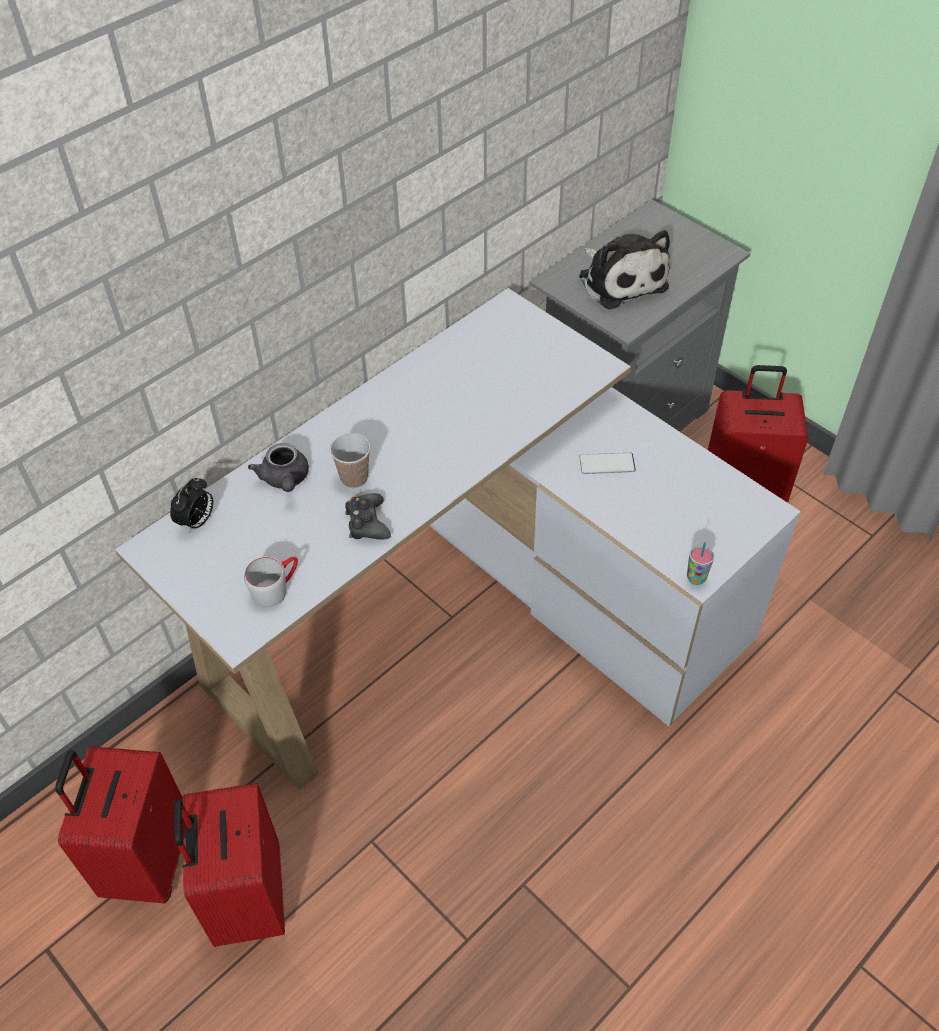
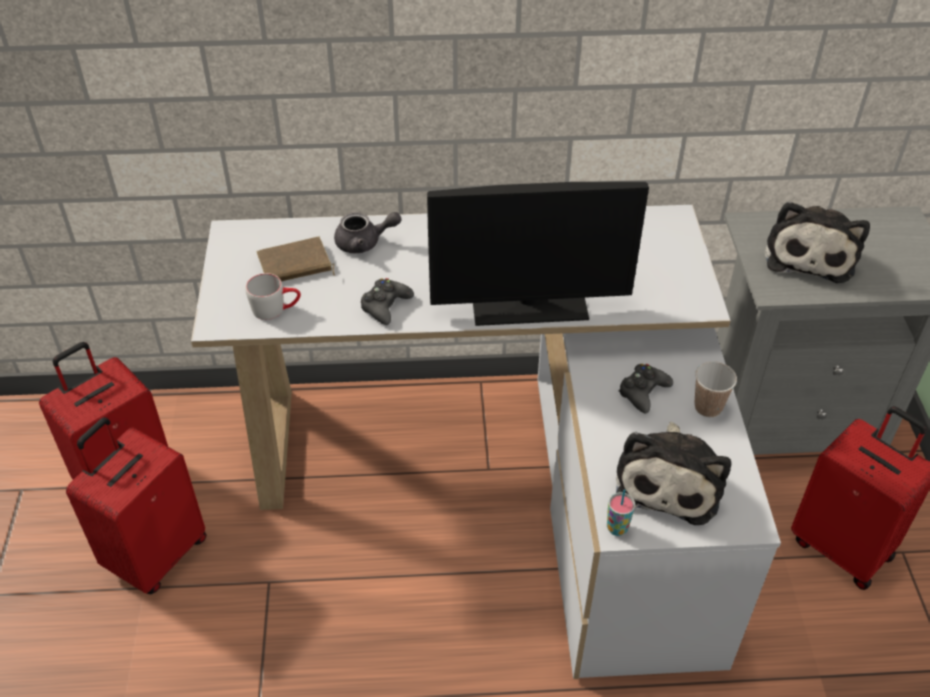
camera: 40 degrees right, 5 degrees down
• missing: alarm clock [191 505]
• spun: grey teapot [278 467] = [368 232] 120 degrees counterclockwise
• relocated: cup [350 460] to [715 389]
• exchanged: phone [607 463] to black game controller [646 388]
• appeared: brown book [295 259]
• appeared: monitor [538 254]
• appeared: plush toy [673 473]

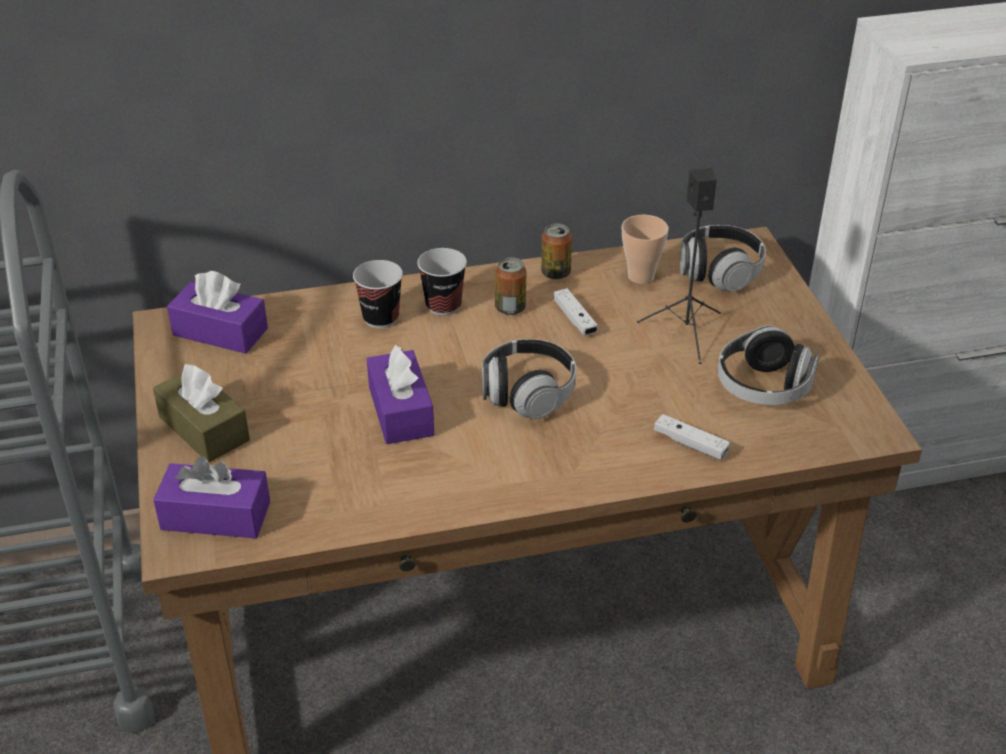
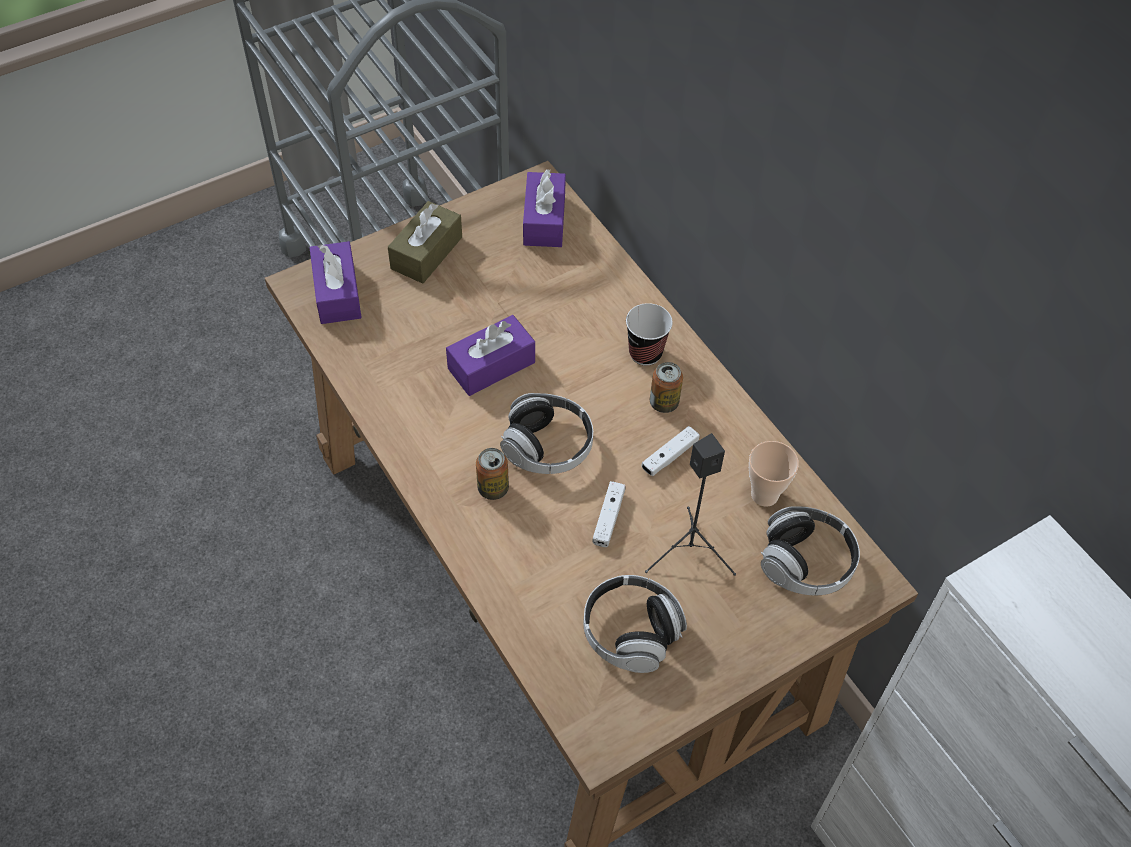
camera: 70 degrees right, 15 degrees up
• missing: cup [378 294]
• relocated: can [556 251] to [492 474]
• relocated: white game controller [692 437] to [609 514]

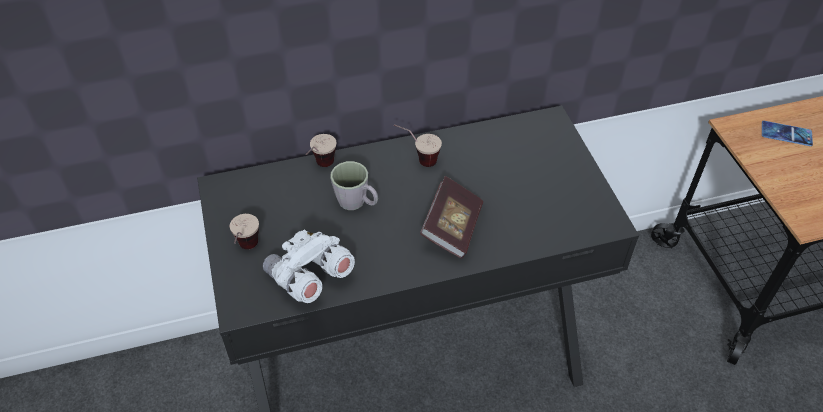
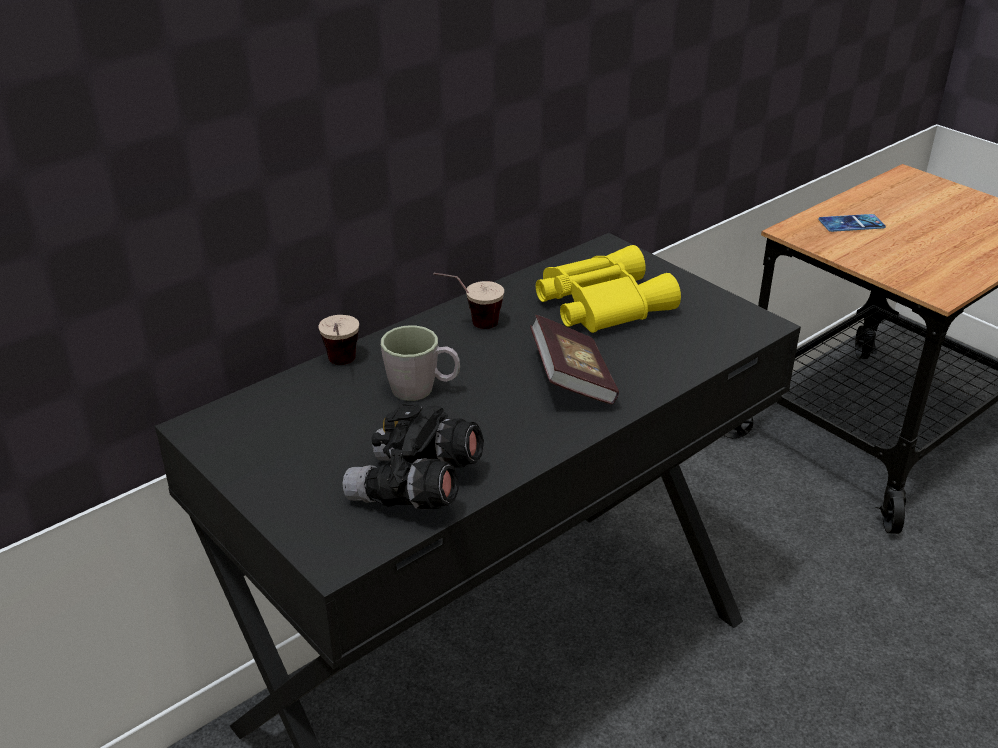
camera: 25 degrees left, 15 degrees down
• missing: cup [244 231]
• colour: white binoculars [309 266] to black binoculars [413 455]
• appeared: yellow binoculars [608 289]

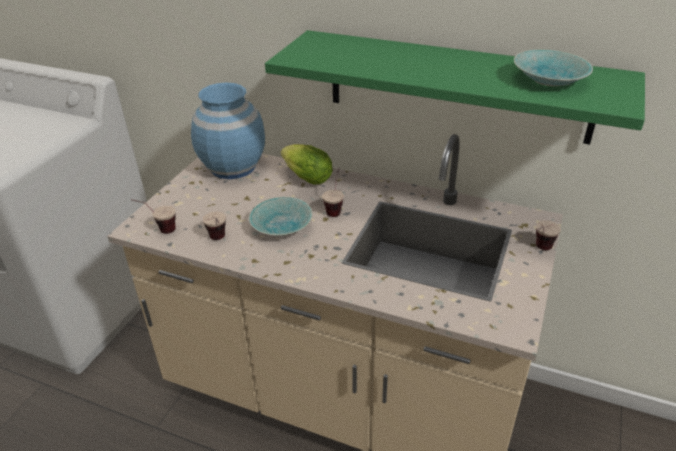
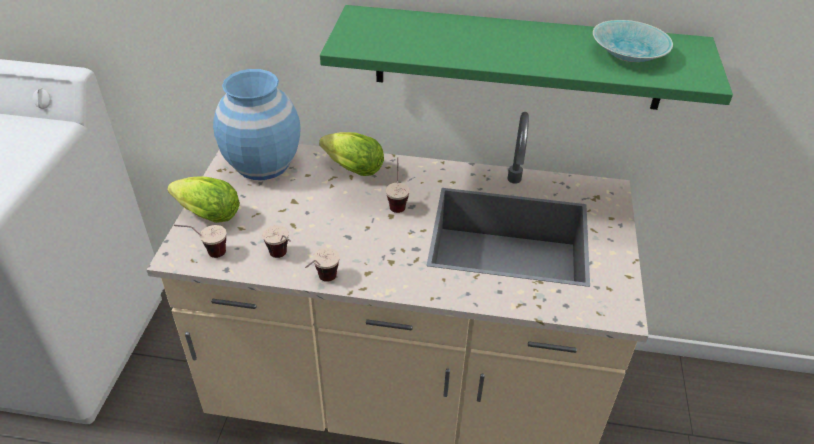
camera: 15 degrees left, 5 degrees up
• missing: turquoise bowl [281 216]
• relocated: cup [548 235] to [322 265]
• appeared: lettuce [203 200]

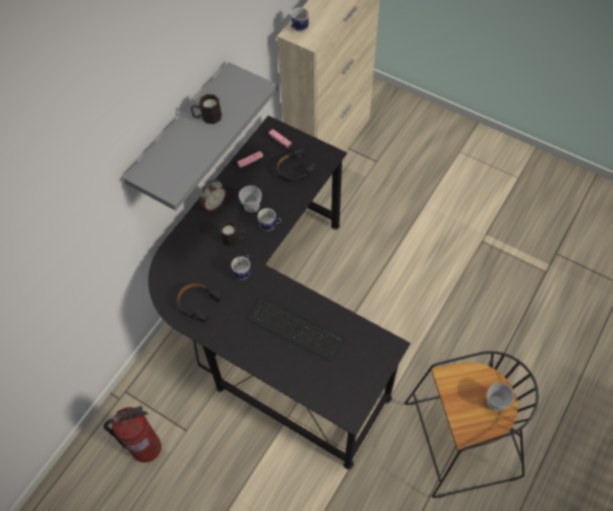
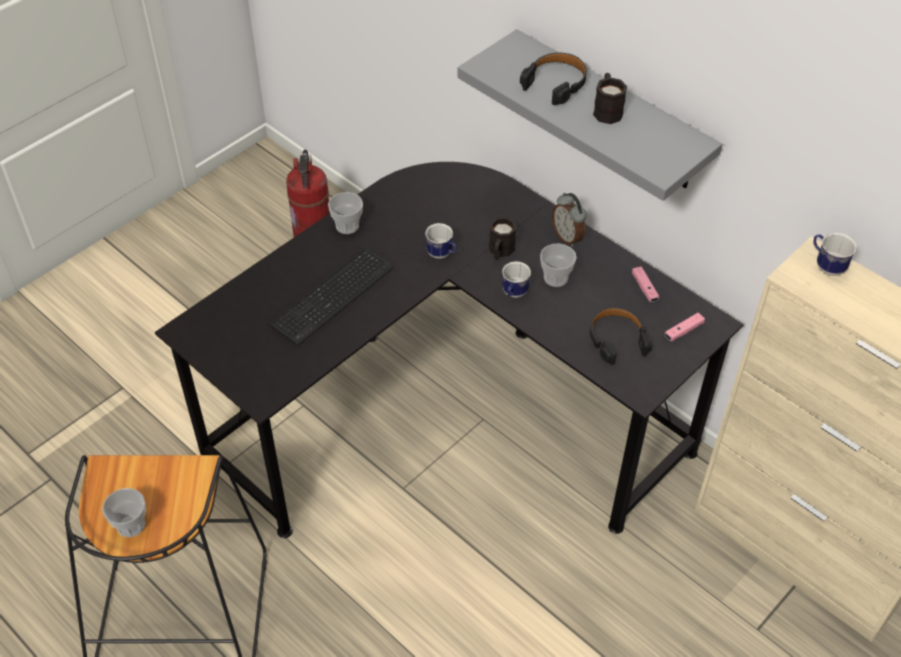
camera: 100 degrees right, 10 degrees down
• relocated: black headphones [199 302] to [553 79]
• appeared: cup [345 213]

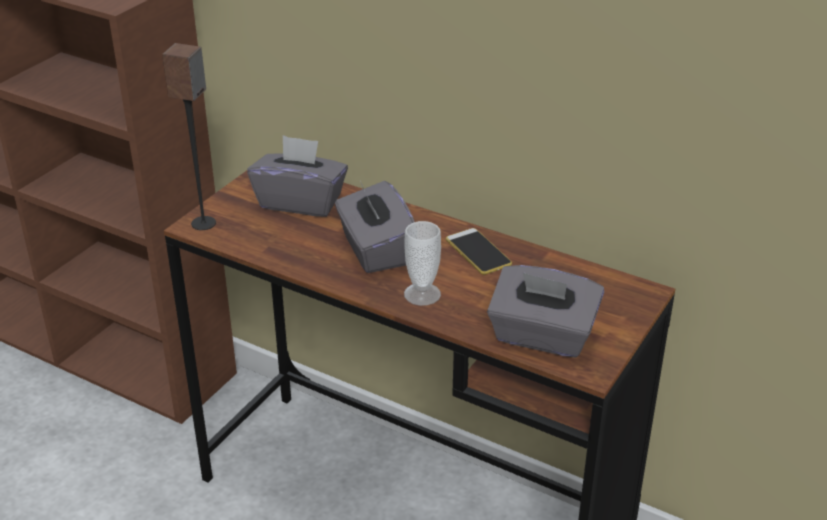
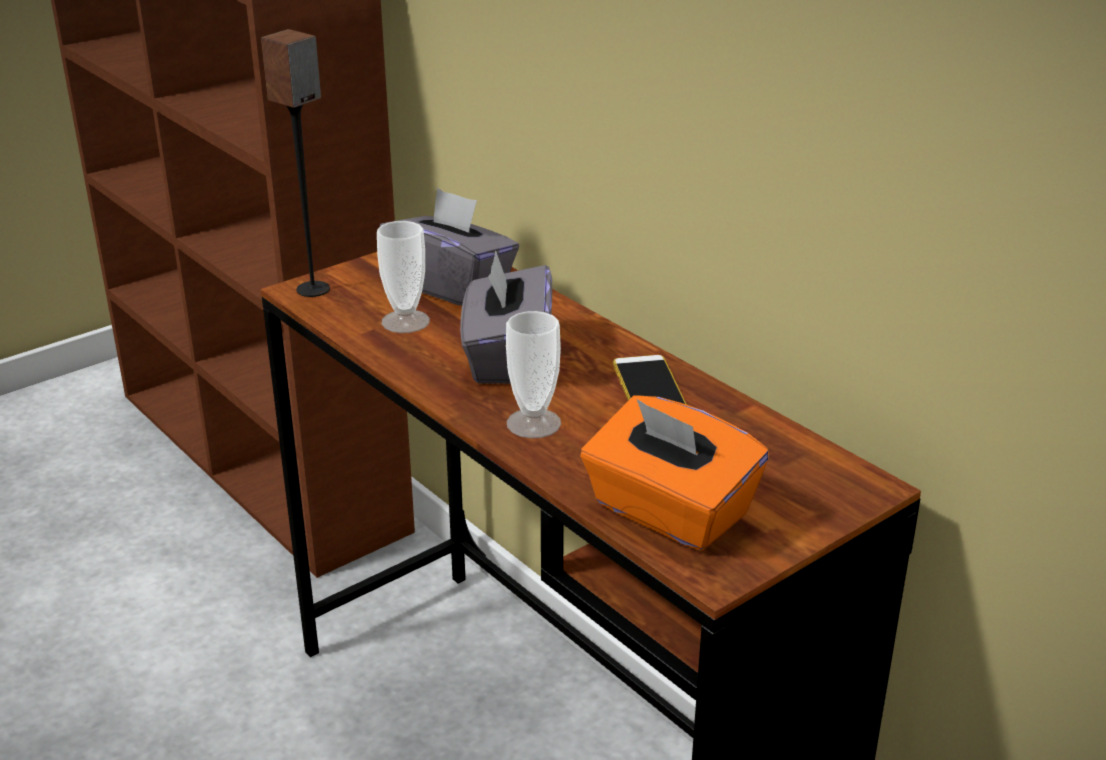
camera: 20 degrees right, 5 degrees down
• colour: grey tissue box [545 311] to orange tissue box [674 473]
• appeared: cup [403 277]

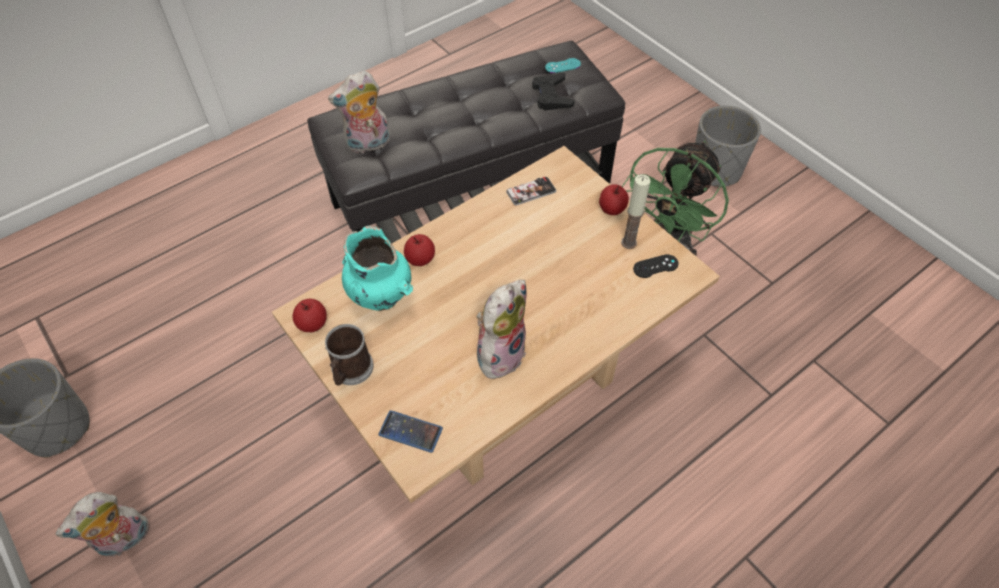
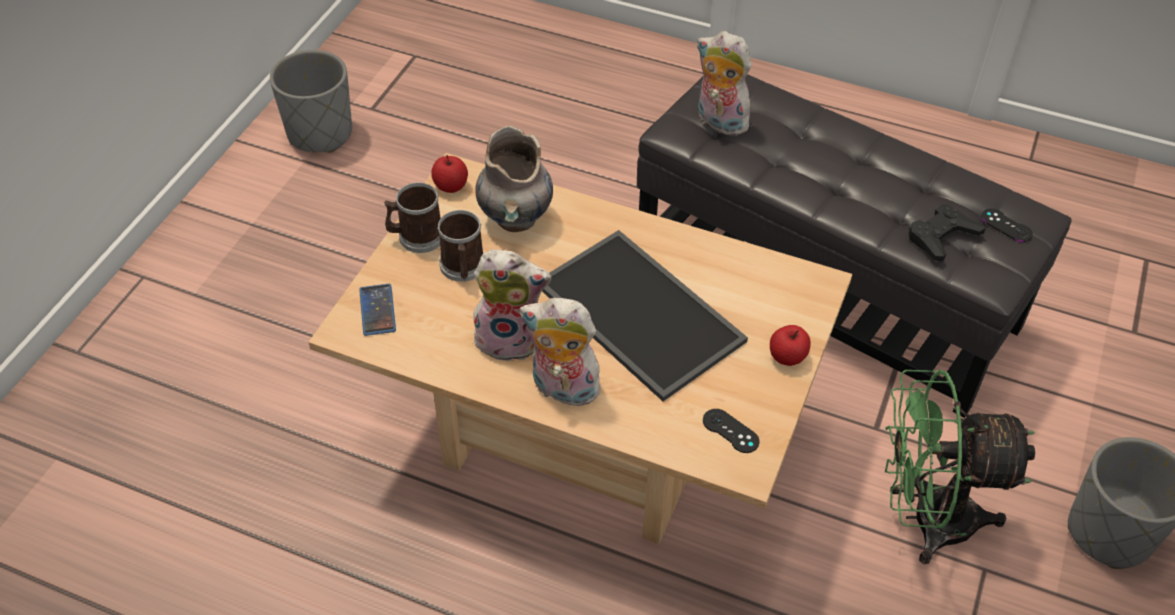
camera: 60 degrees right, 5 degrees down
• relocated: plush toy [102 524] to [564 352]
• colour: turquoise vase [377 268] to grey vase [514 179]
• missing: apple [419 250]
• missing: phone [531 191]
• colour: turquoise game controller [563 65] to black game controller [1007 225]
• missing: candle [635 211]
• appeared: mug [460 246]
• appeared: tray [645 315]

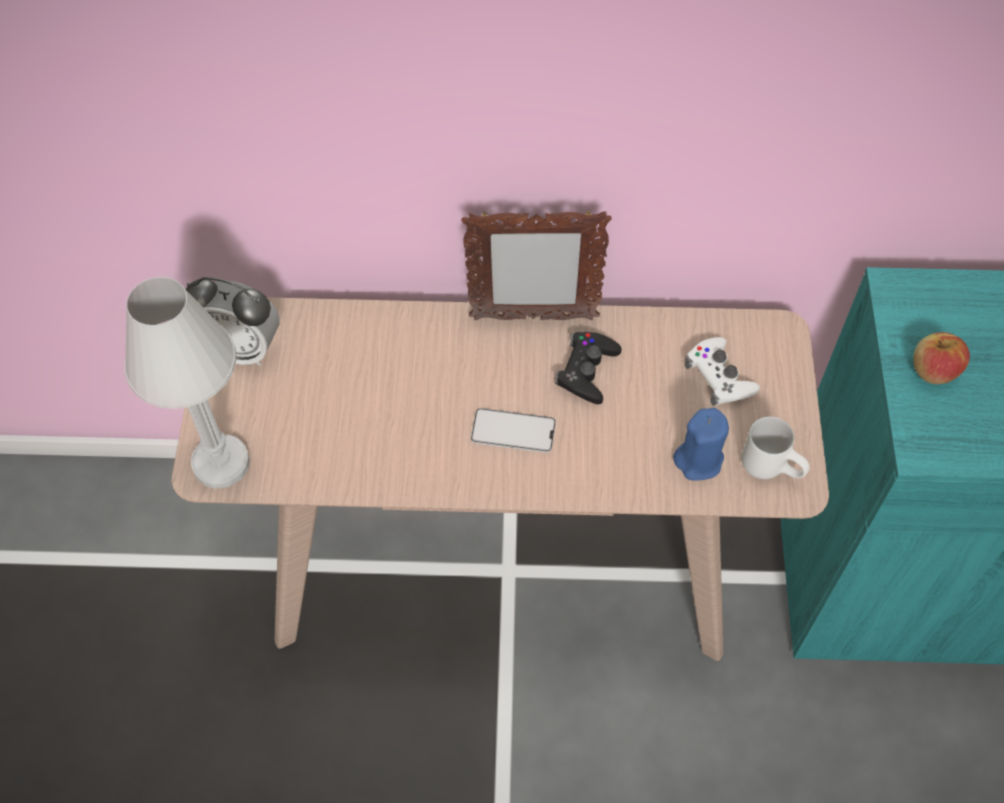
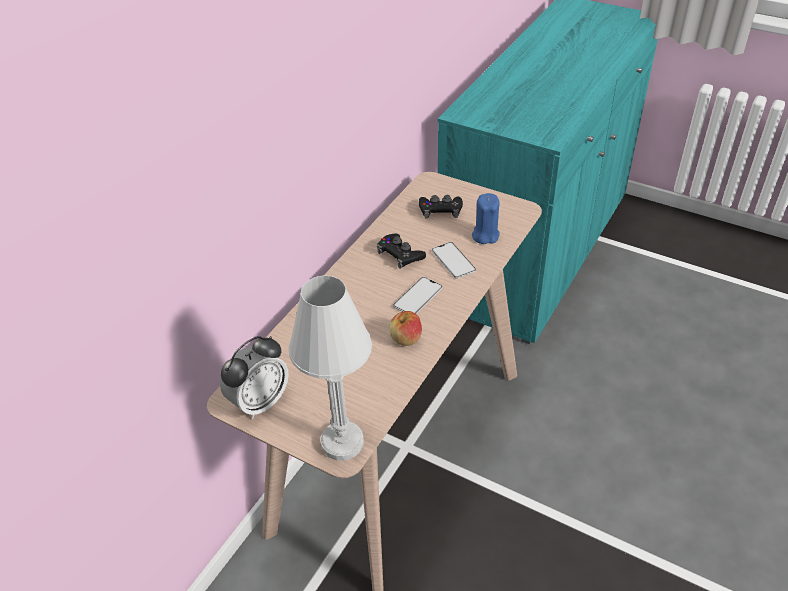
camera: 60 degrees left, 15 degrees down
• missing: picture frame [537 264]
• colour: white game controller [722 371] to black game controller [441 206]
• missing: white mug [775 448]
• relocated: apple [941 358] to [405 328]
• appeared: phone [454 260]

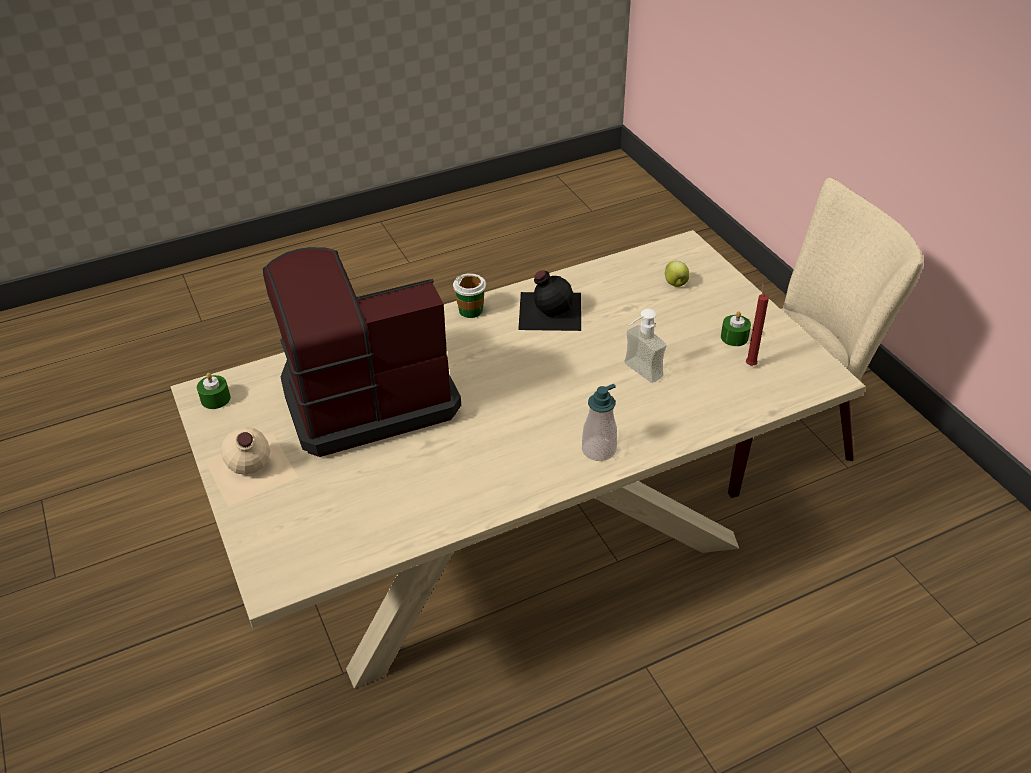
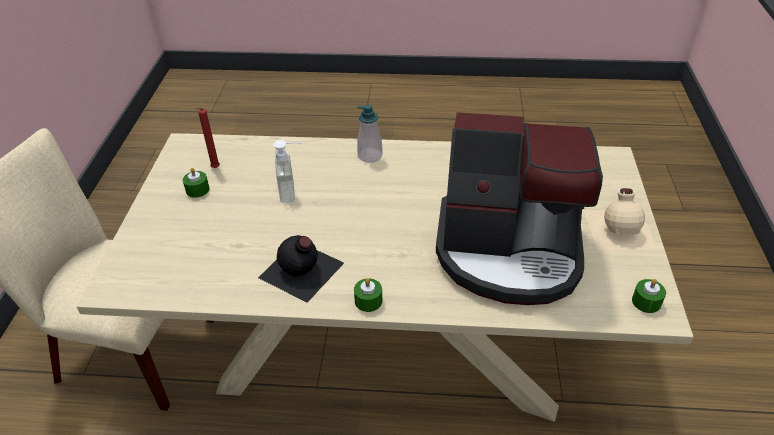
camera: 150 degrees left, 0 degrees up
• exchanged: cup [469 295] to green candle [368 295]
• missing: apple [677 274]

